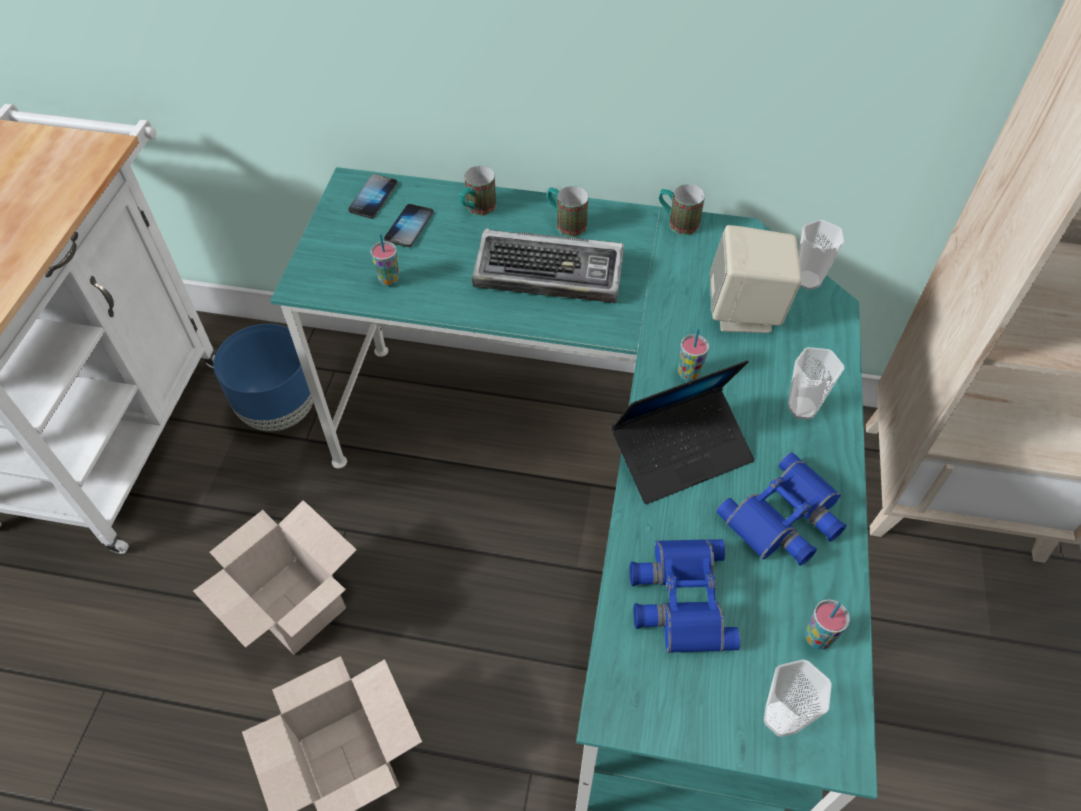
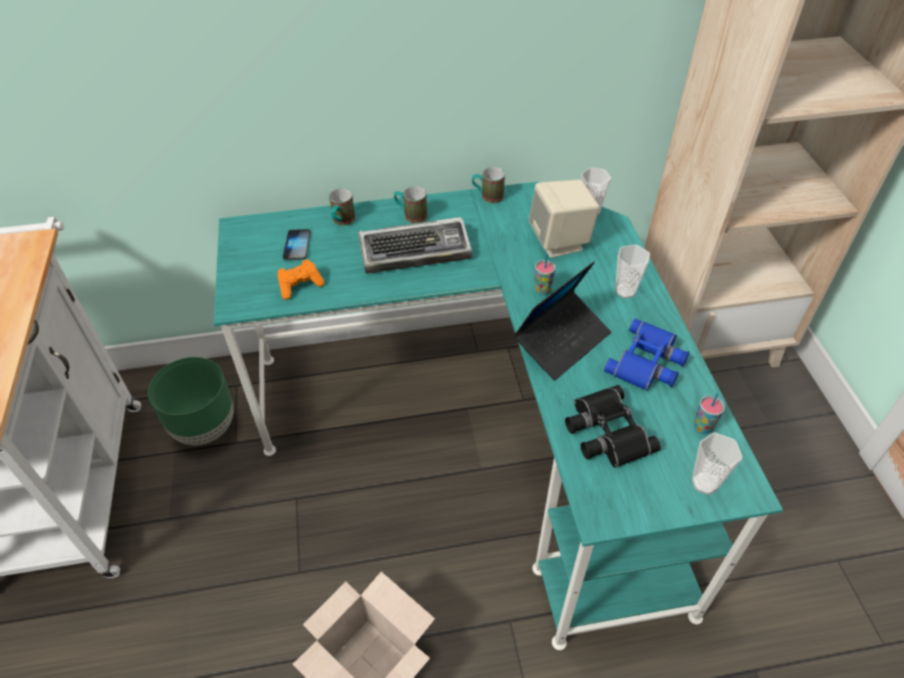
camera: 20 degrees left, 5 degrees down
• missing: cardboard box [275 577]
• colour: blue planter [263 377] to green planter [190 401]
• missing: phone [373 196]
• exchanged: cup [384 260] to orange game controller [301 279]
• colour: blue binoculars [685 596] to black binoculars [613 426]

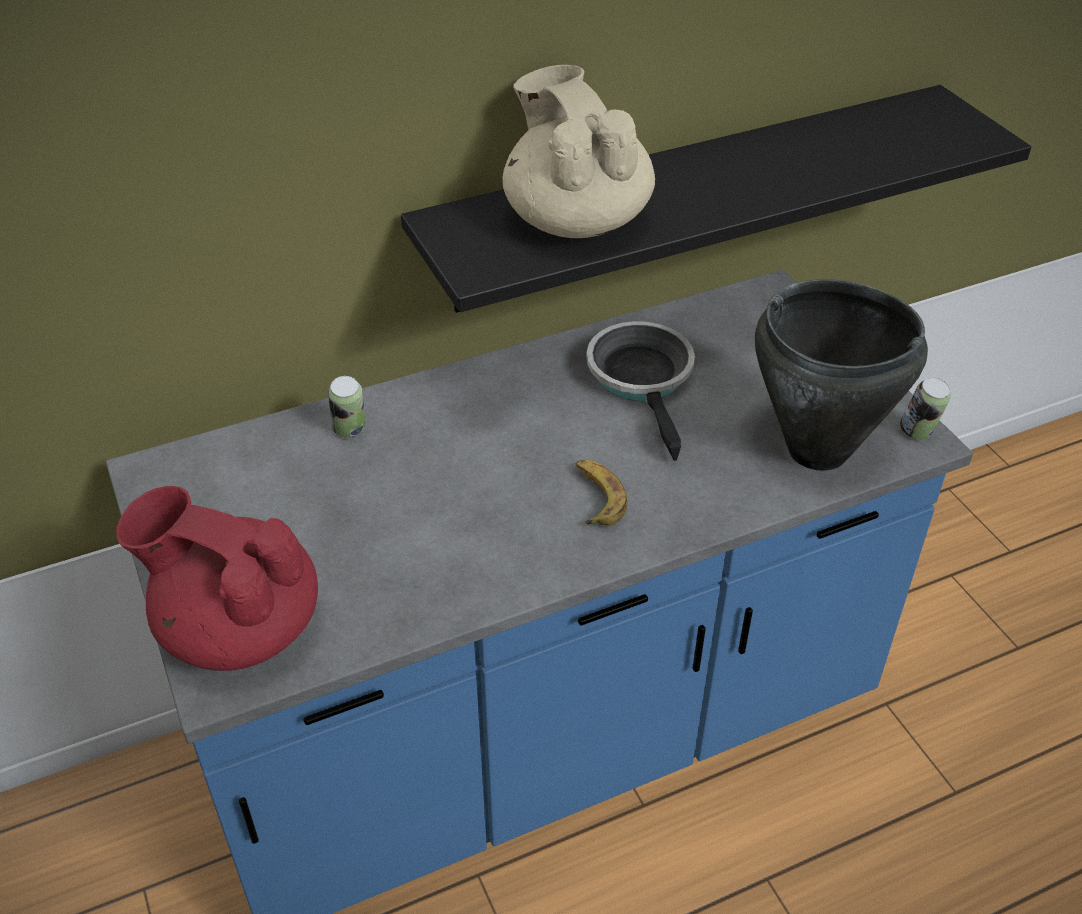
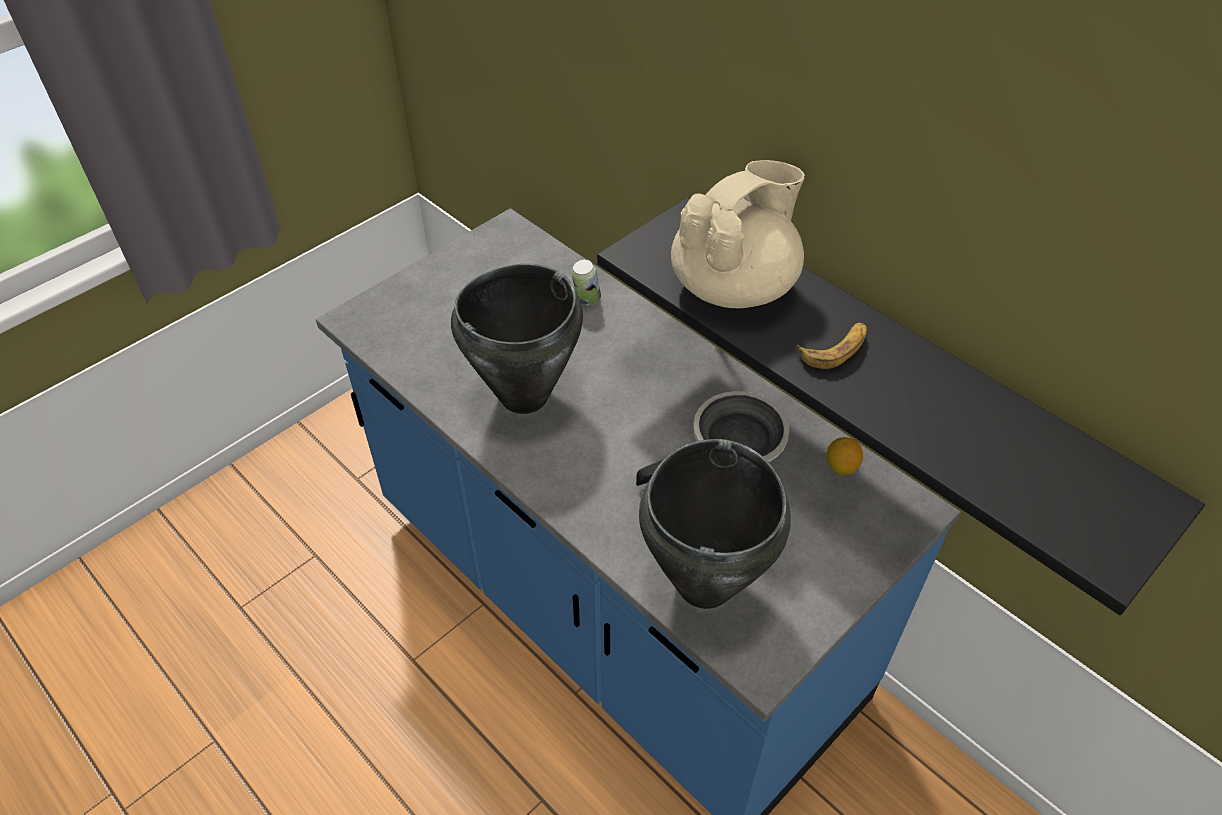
camera: 70 degrees right, 5 degrees up
• missing: red teapot [217 578]
• relocated: banana [602 493] to [832 345]
• missing: can [925 408]
• appeared: black cooking pot [517 339]
• appeared: lemon [844 456]

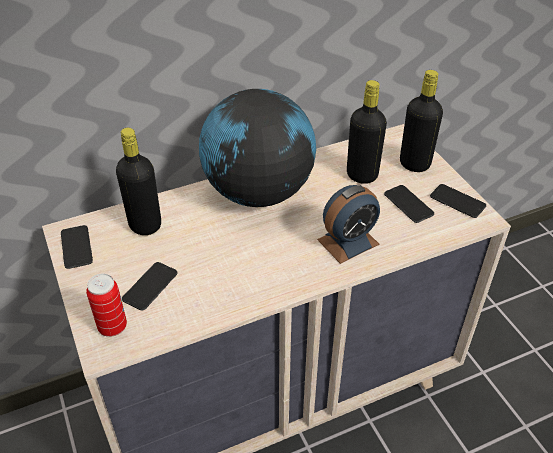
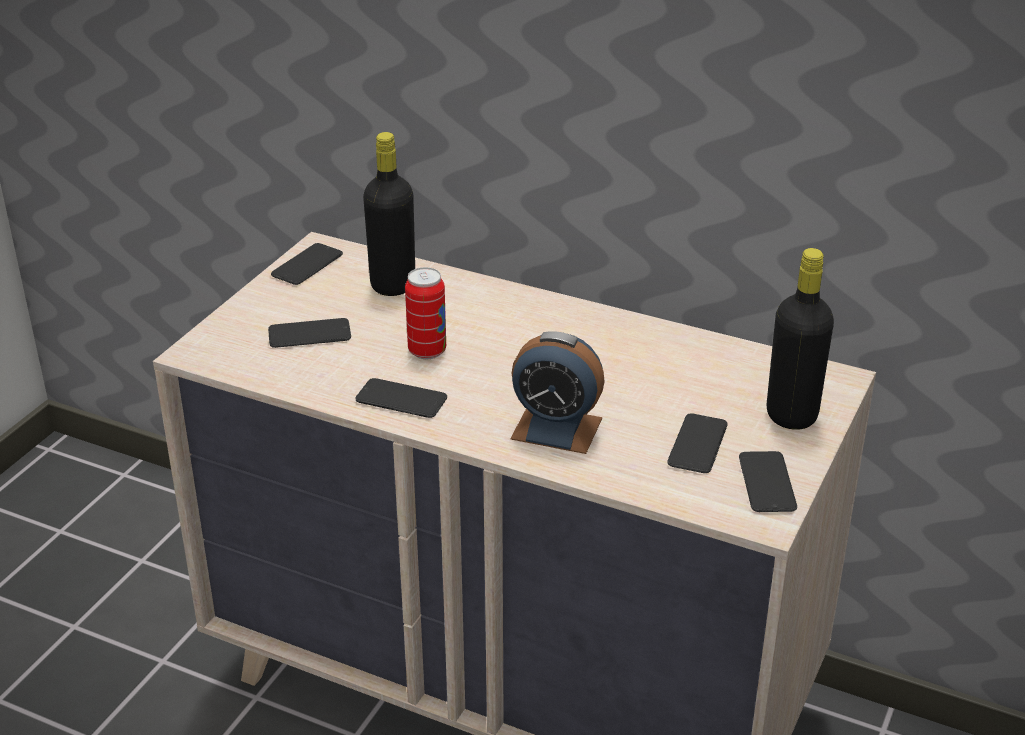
camera: 50 degrees right, 10 degrees down
• relocated: can [106 305] to [425 313]
• missing: globe [257 148]
• missing: black bottle [367 132]
• appeared: phone [401 398]

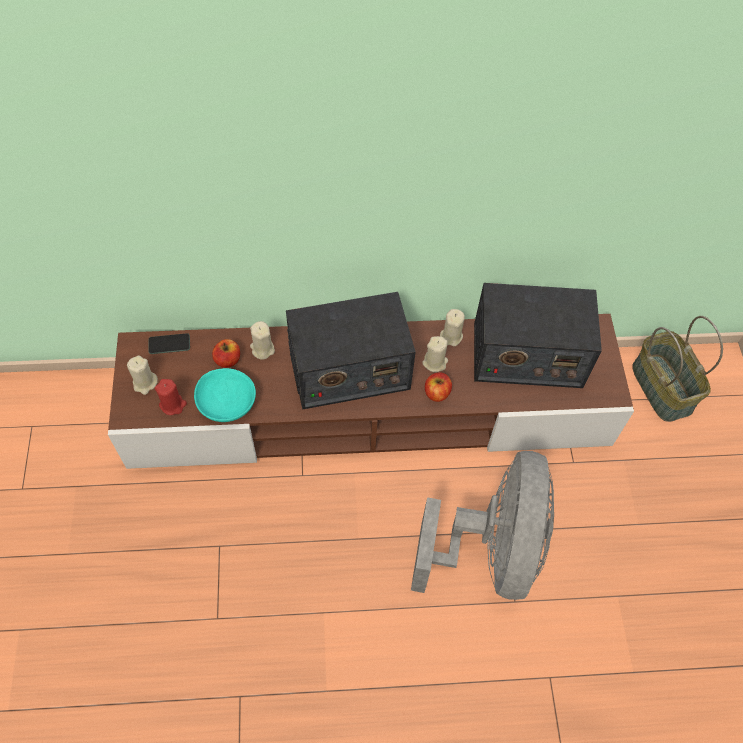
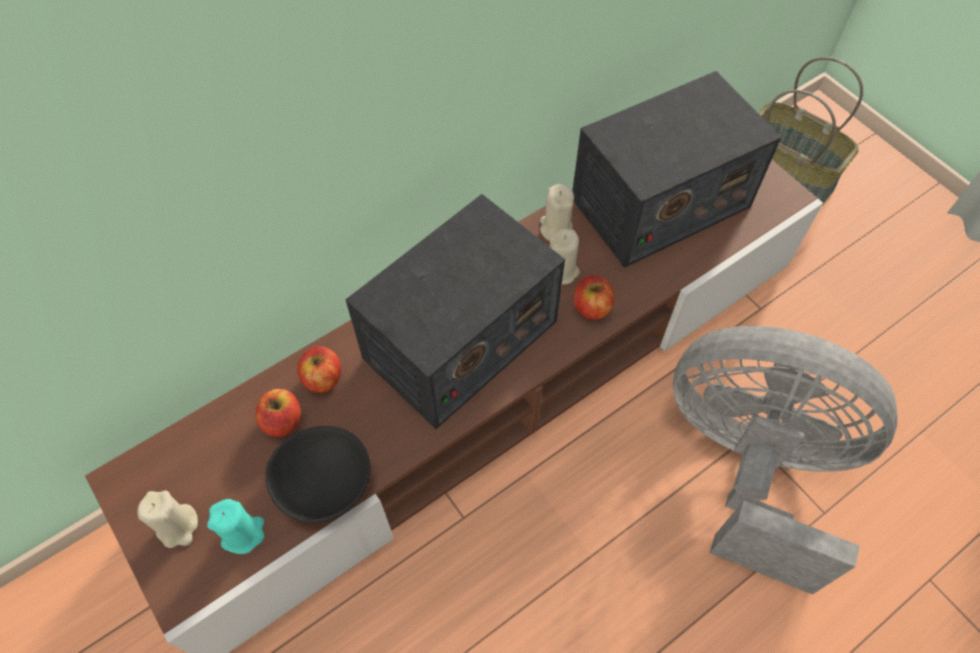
camera: 30 degrees left, 0 degrees up
• missing: phone [169 343]
• colour: red candle [171 397] to turquoise candle [235 526]
• colour: turquoise bowl [225 395] to black bowl [318 474]
• exchanged: beige candle [262 340] to apple [319 369]
• spun: grey fan [482 525] = [785 460] 45 degrees counterclockwise

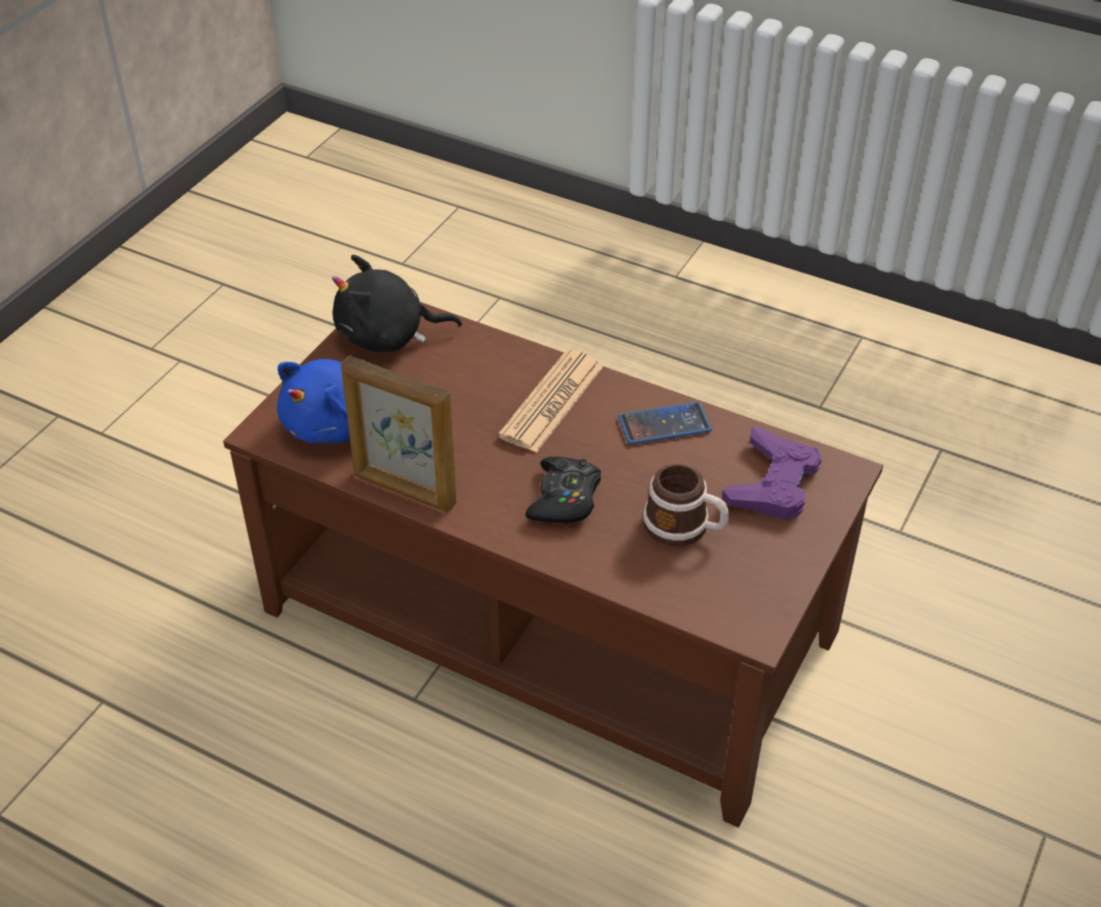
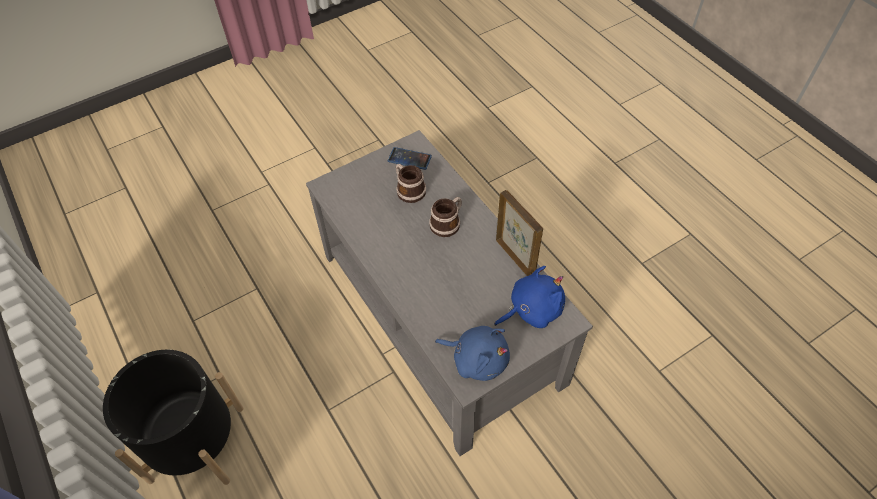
camera: 150 degrees left, 10 degrees up
• colour: brown coffee table [553 565] to grey coffee table [449 293]
• colour: black plush toy [397 303] to blue plush toy [472 353]
• missing: newspaper [550 401]
• exchanged: black game controller [563 490] to mug [445 217]
• relocated: phone [665 423] to [410 158]
• missing: purple game controller [772 473]
• appeared: black planter [173 417]

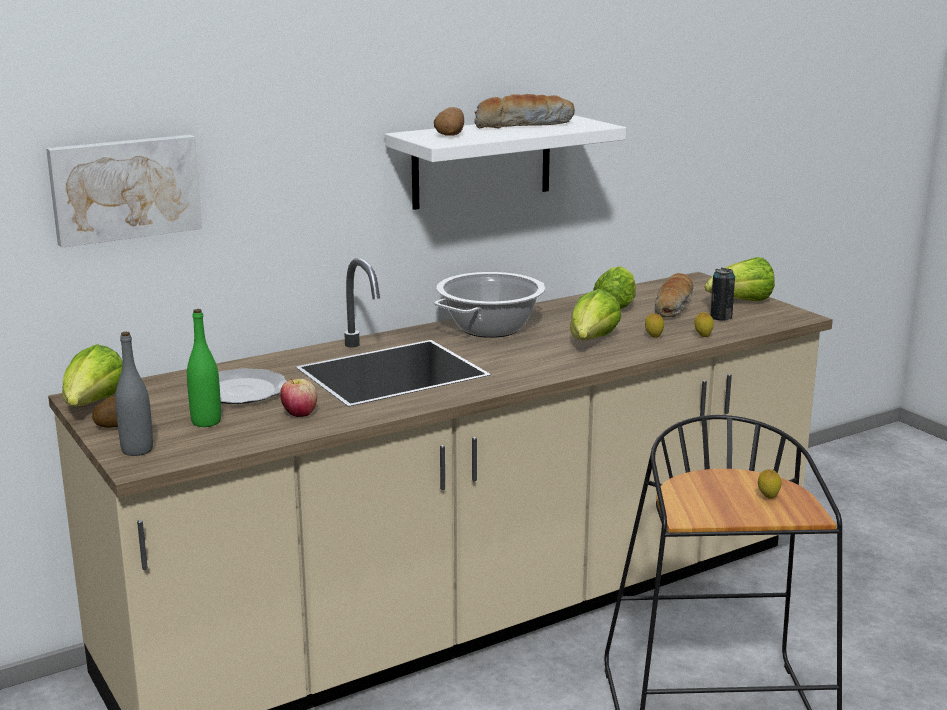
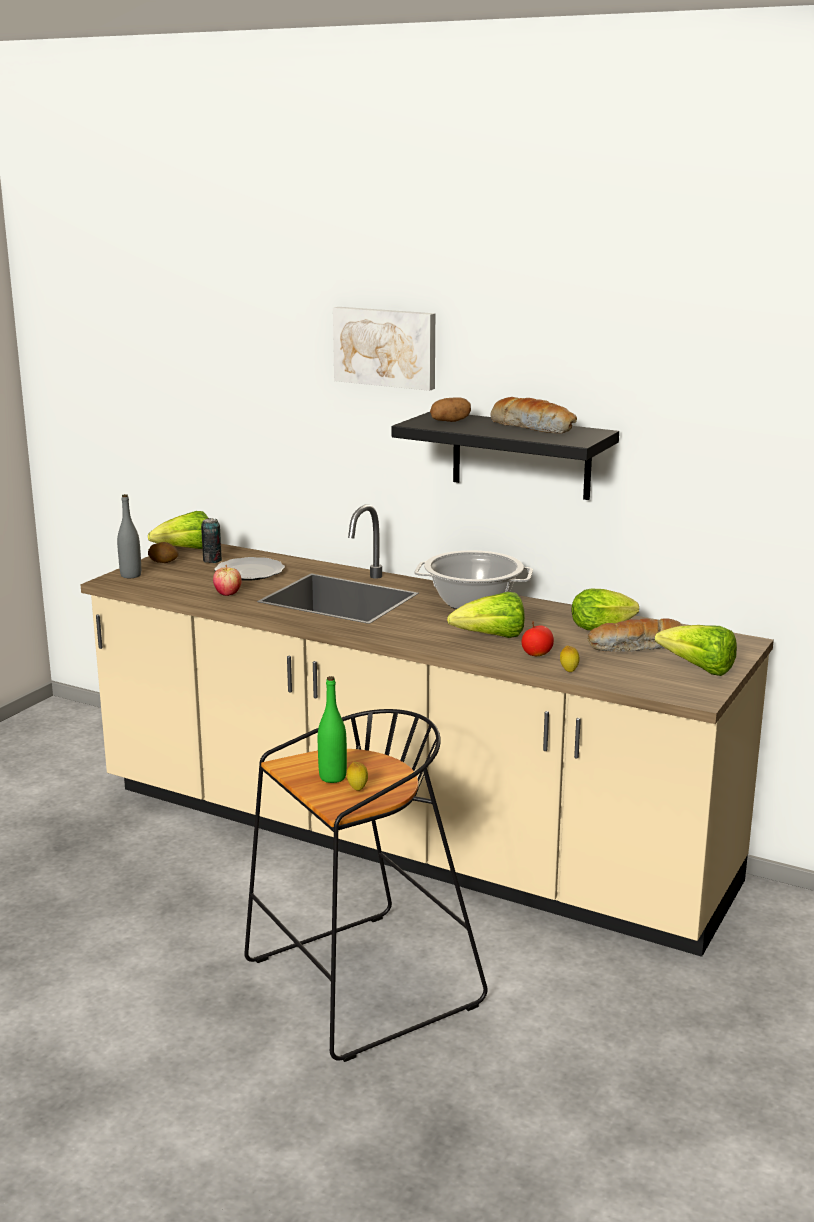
camera: 60 degrees right, 0 degrees up
• relocated: picture [124 191] to [384 349]
• relocated: green bottle [204 368] to [332 729]
• colour: white shelf [505 162] to black shelf [505 456]
• exchanged: lemon [654 325] to apple [538 638]
• relocated: can [722 294] to [211 540]

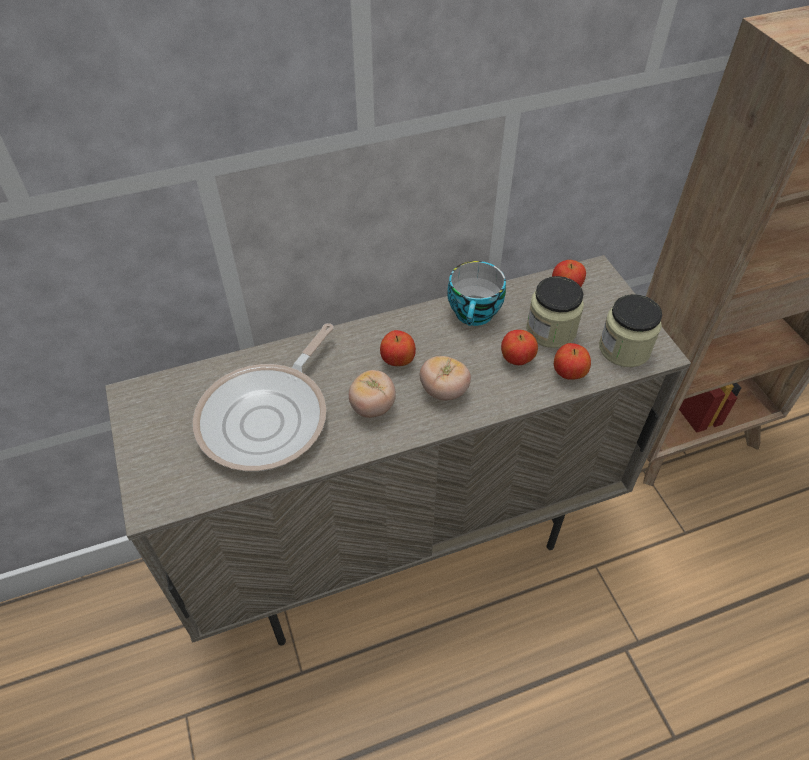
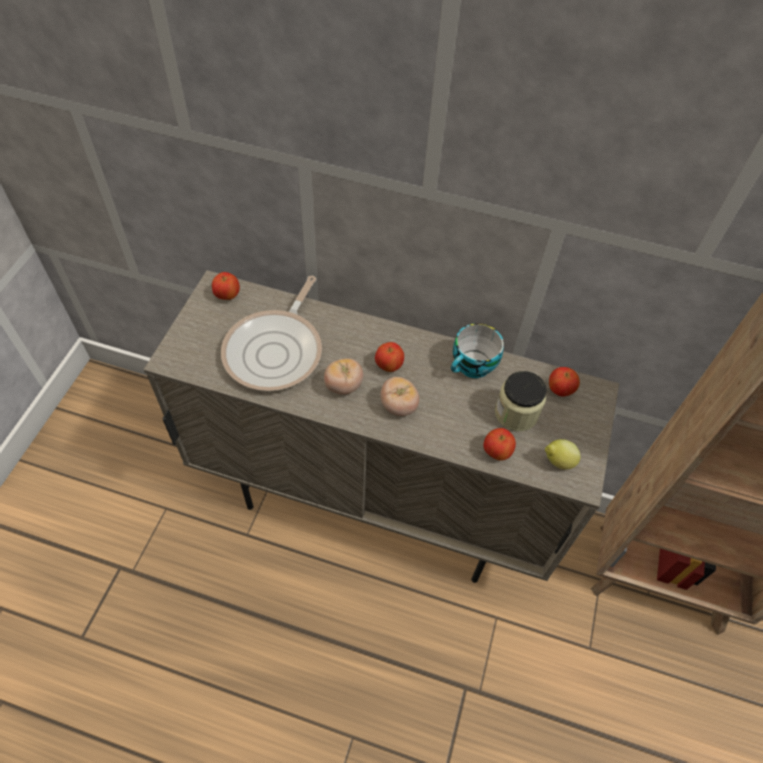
camera: 35 degrees right, 5 degrees up
• spun: frying pan [263 397] = [271 333] 45 degrees counterclockwise
• relocated: apple [519 347] to [226 286]
• exchanged: jar [630 330] to lemon [563 454]

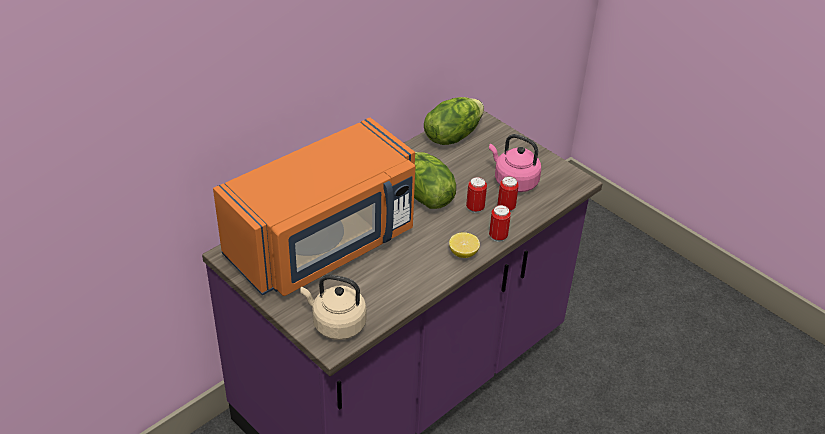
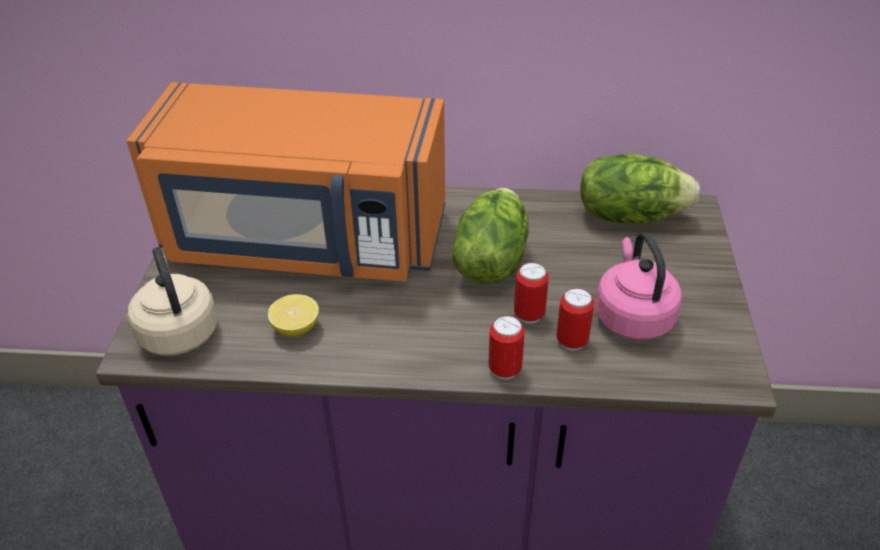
camera: 50 degrees right, 0 degrees up
• relocated: lemon [464 245] to [293 315]

